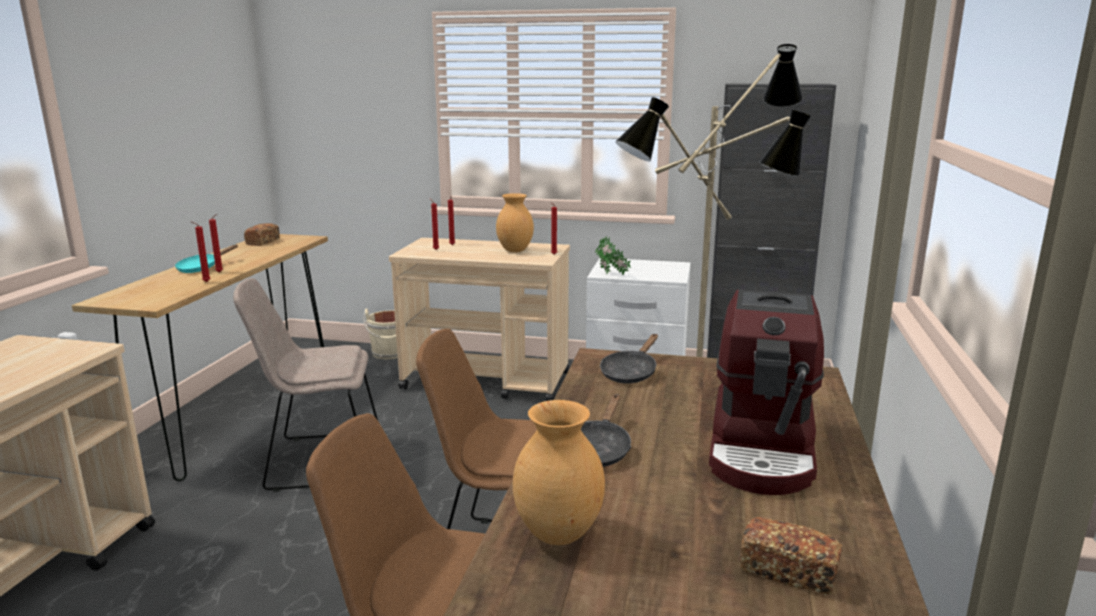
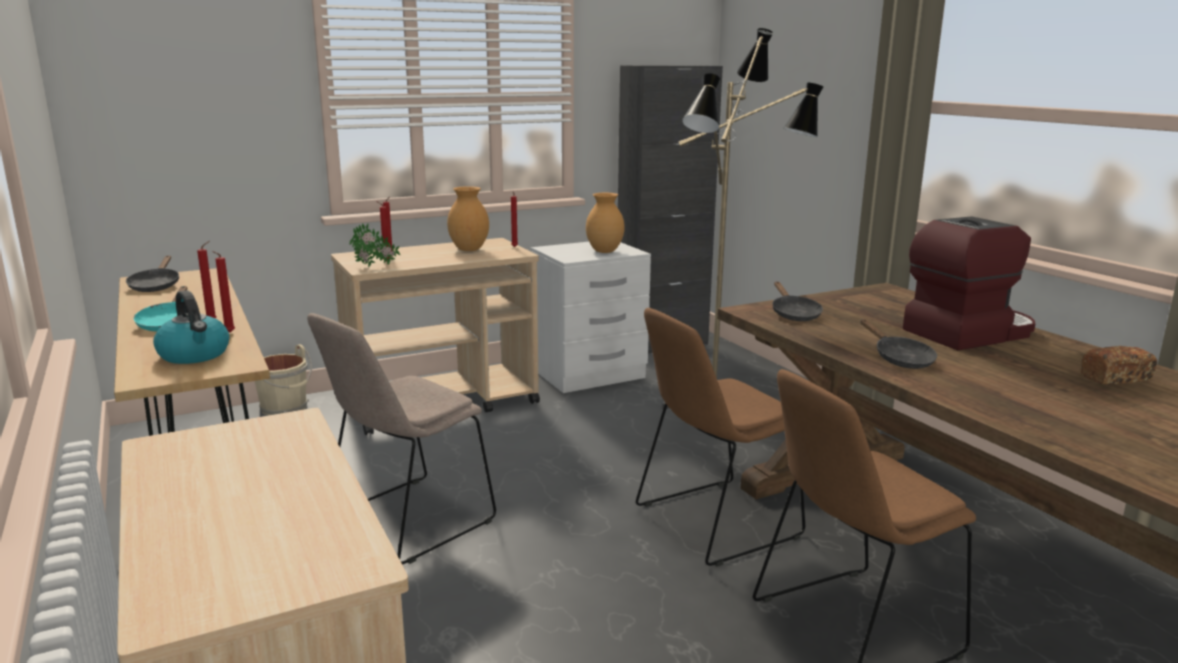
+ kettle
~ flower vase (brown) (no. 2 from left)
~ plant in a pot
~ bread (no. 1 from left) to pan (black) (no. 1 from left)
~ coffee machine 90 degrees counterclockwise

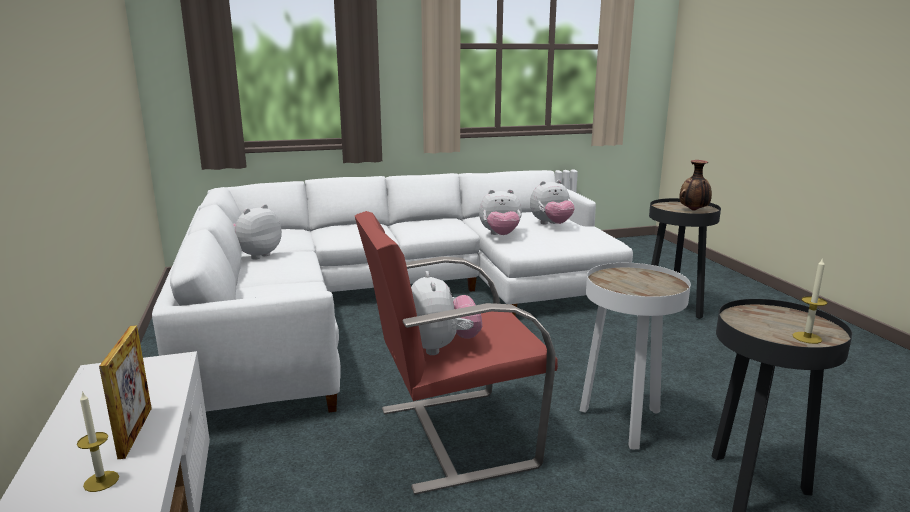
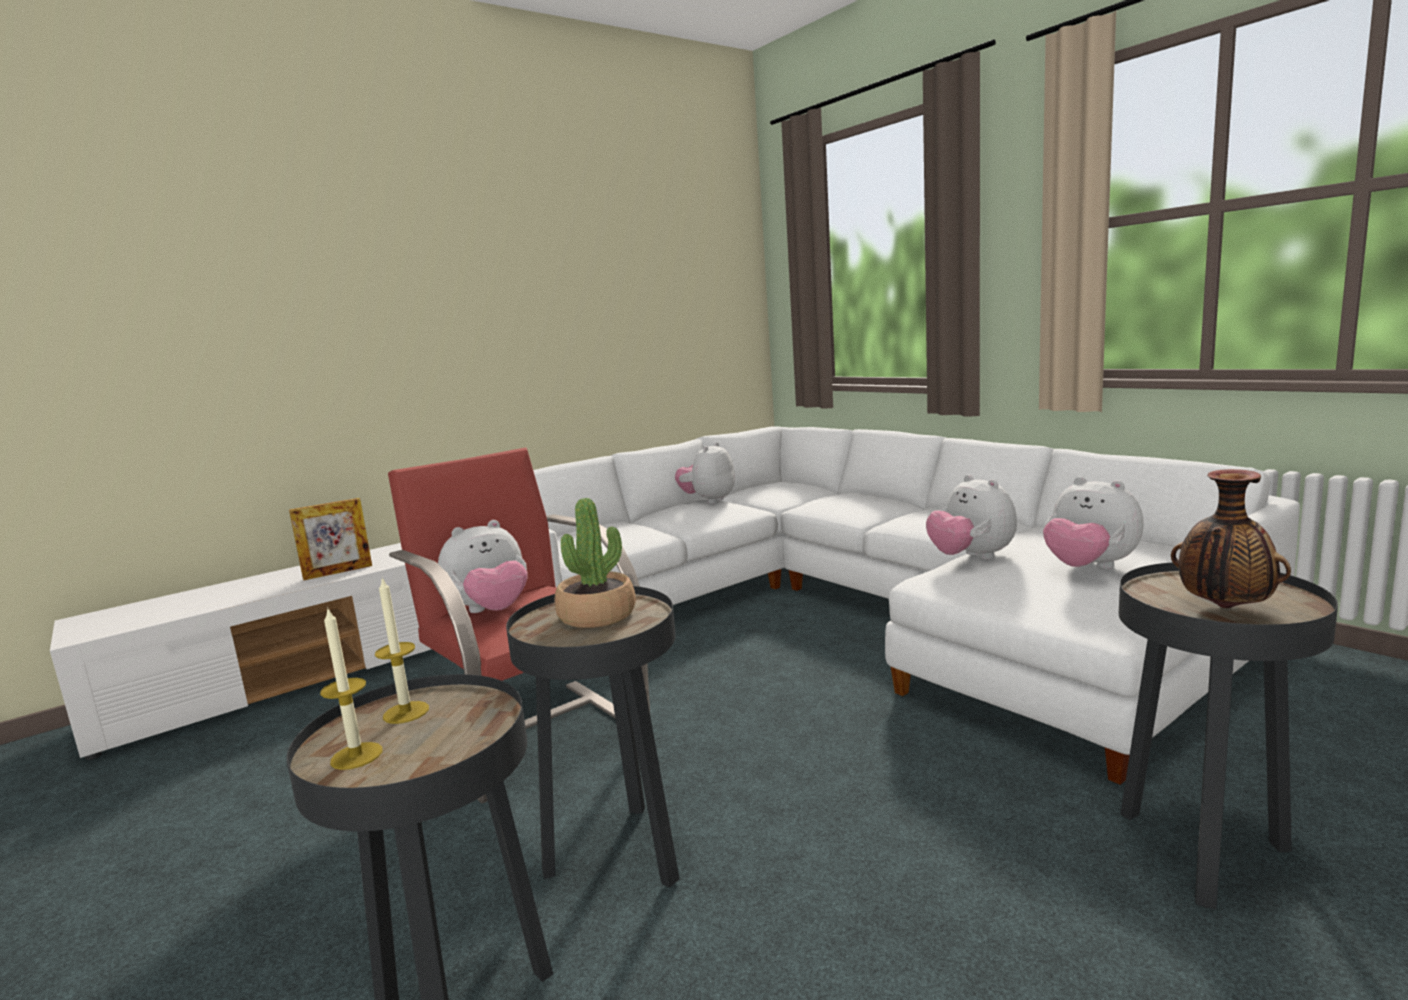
+ plant in a pot
~ wax candle (no. 1 from left in the first image) to wax candle (no. 2 from left)
~ end table (white-coloured) to end table (black) (no. 2 from left)
~ soft toy (no. 1 from left in the first image) 75 degrees counterclockwise

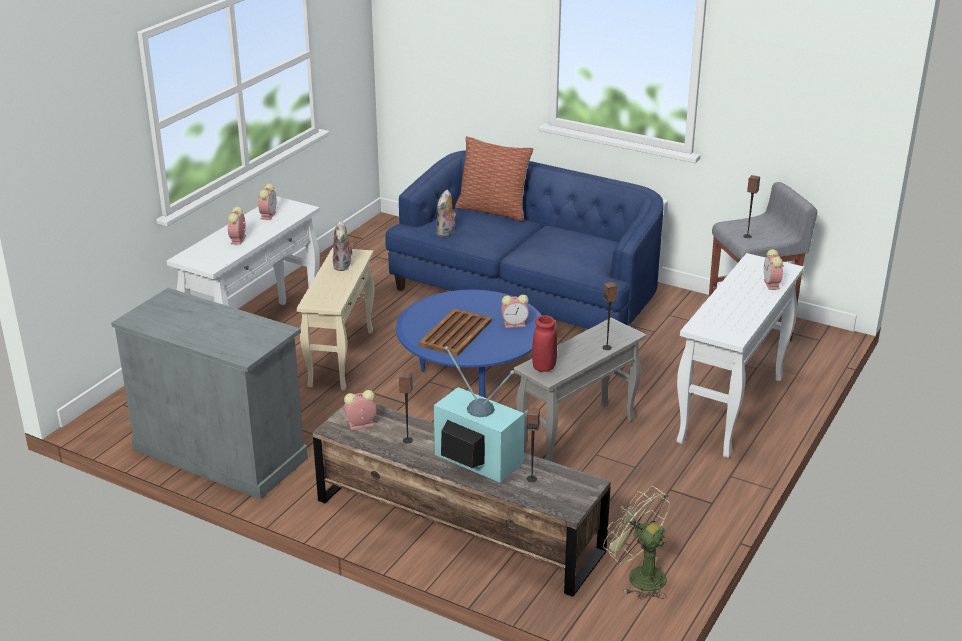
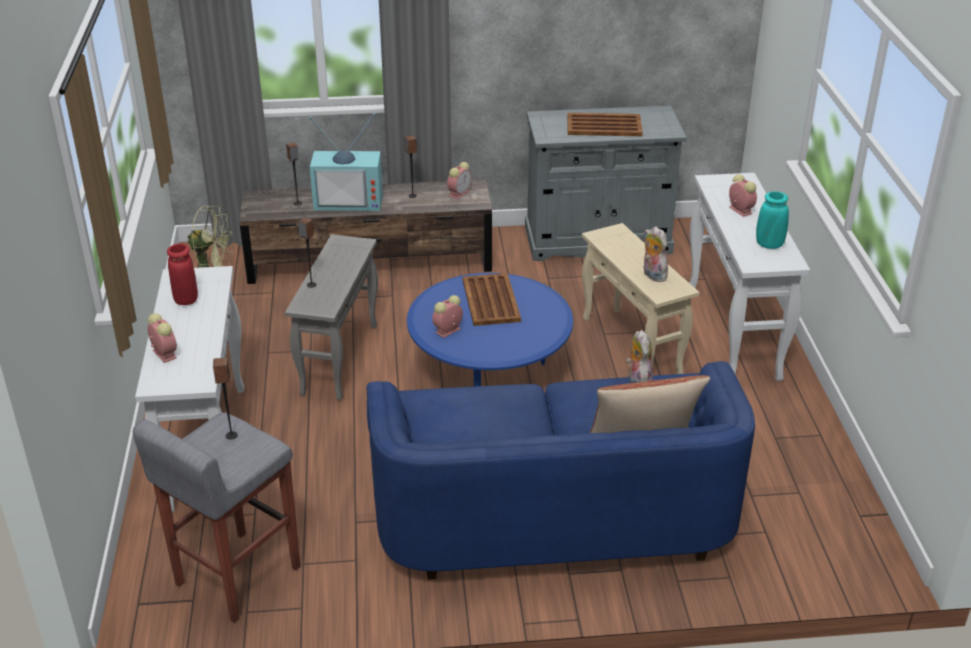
+ tray (brown) (no. 2 from left)
~ flower vase (red-coloured)
~ bedside clock (no. 2 from left) to flower vase (turquoise)

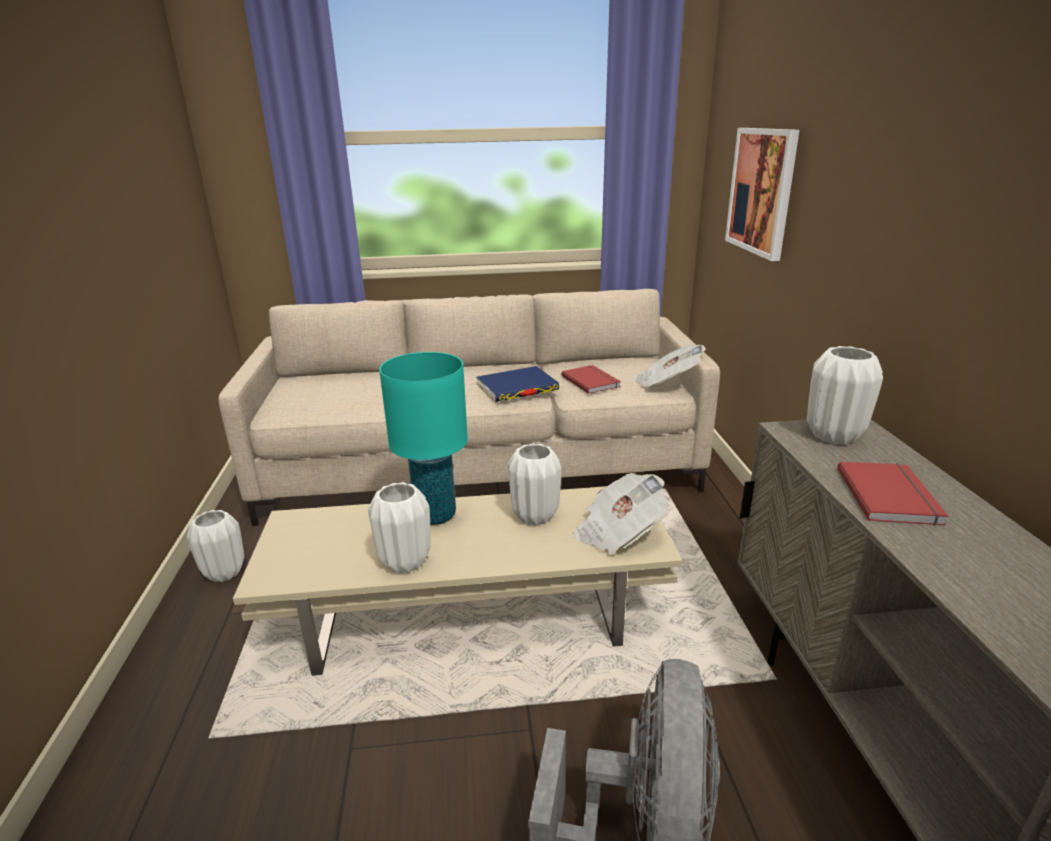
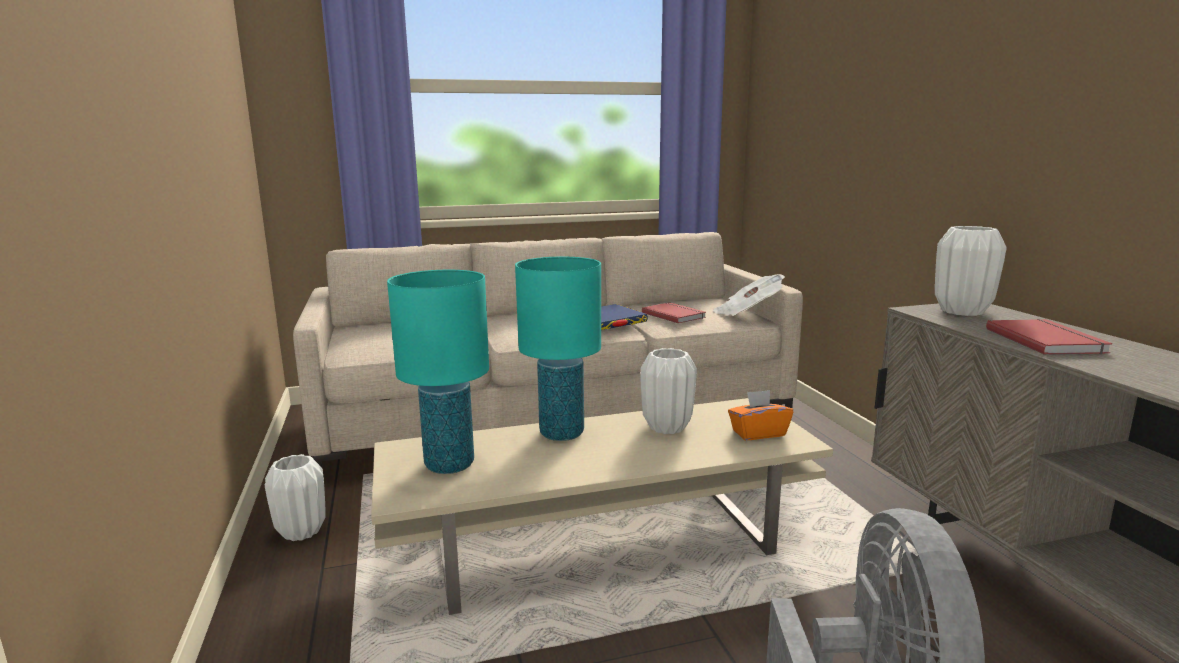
- flower vase (white-coloured) (no. 2 from left)
- picture
+ tabletop lamp (turquoise) (no. 1 from left)
~ printed paper (no. 1 from left) to tissue holder (orange-coloured)

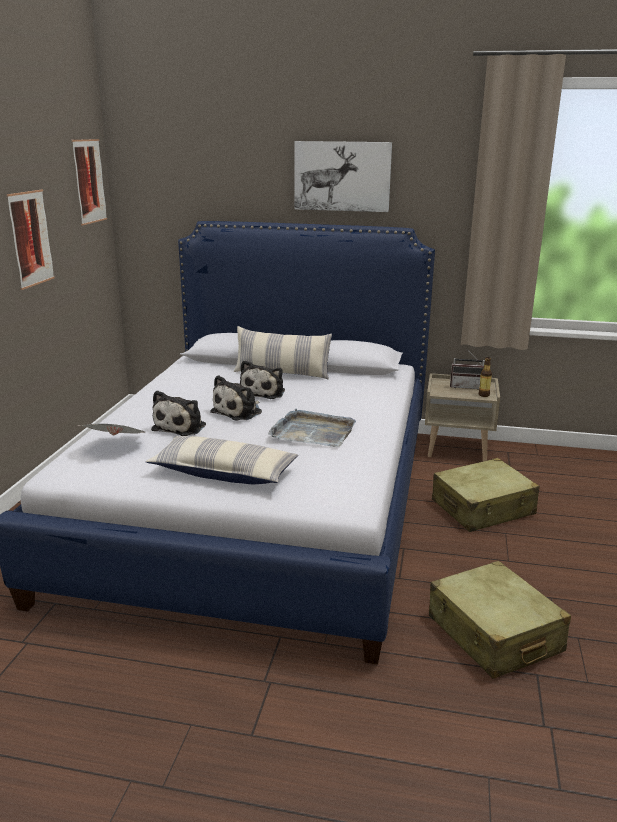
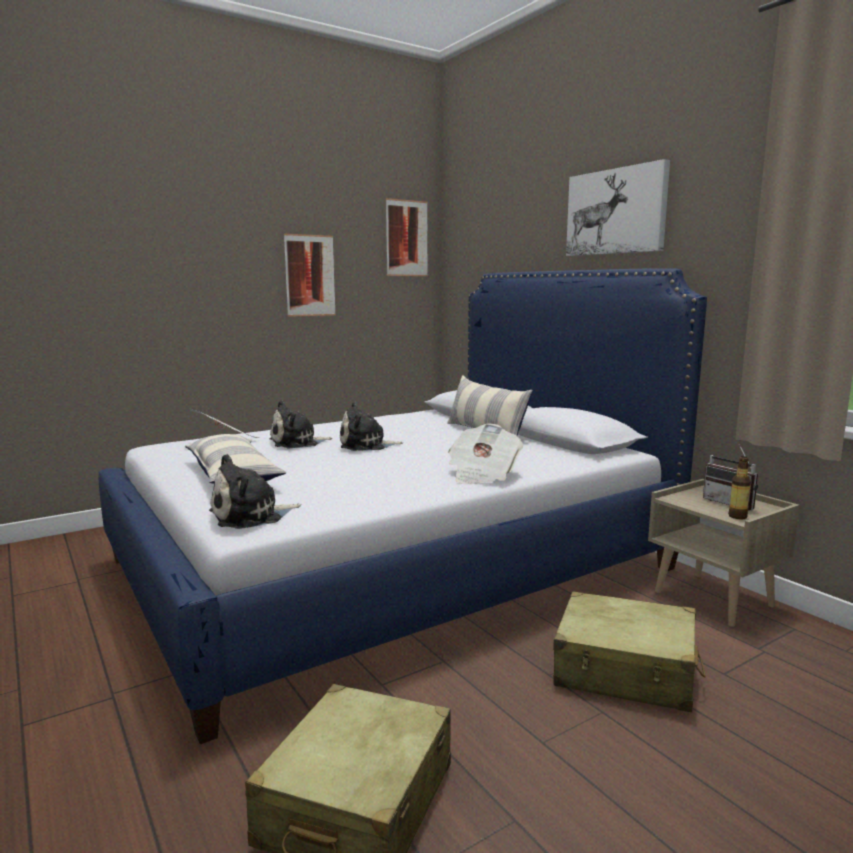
- tray (gray)
+ printed paper (no. 2 from left)
~ soft toy (no. 3 from left in the first image) to soft toy (no. 1 from left)

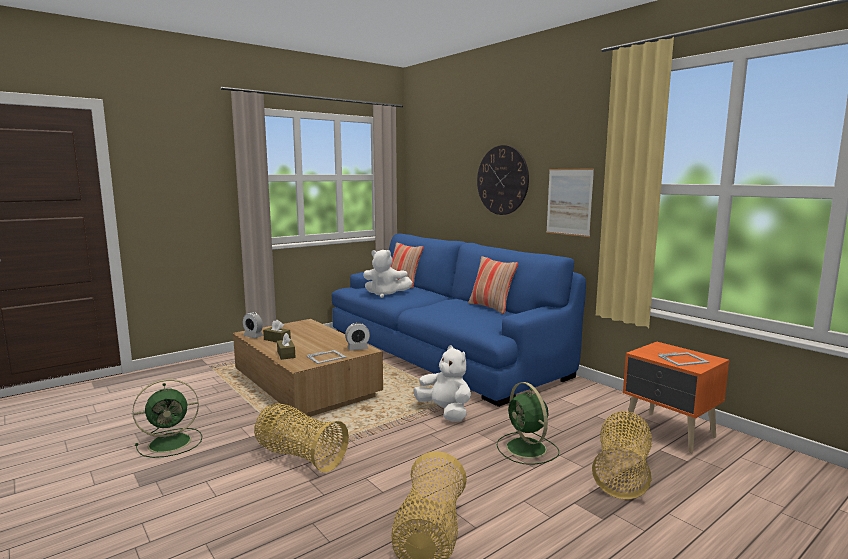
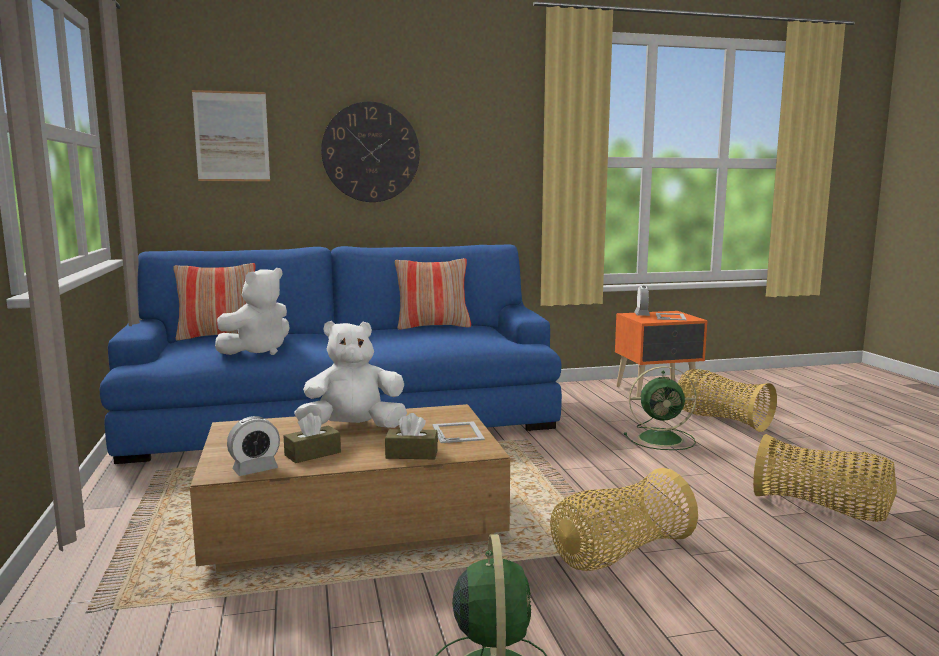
~ bedside clock (no. 2 from left)
~ soft toy (white-coloured) (no. 2 from left)
~ picture

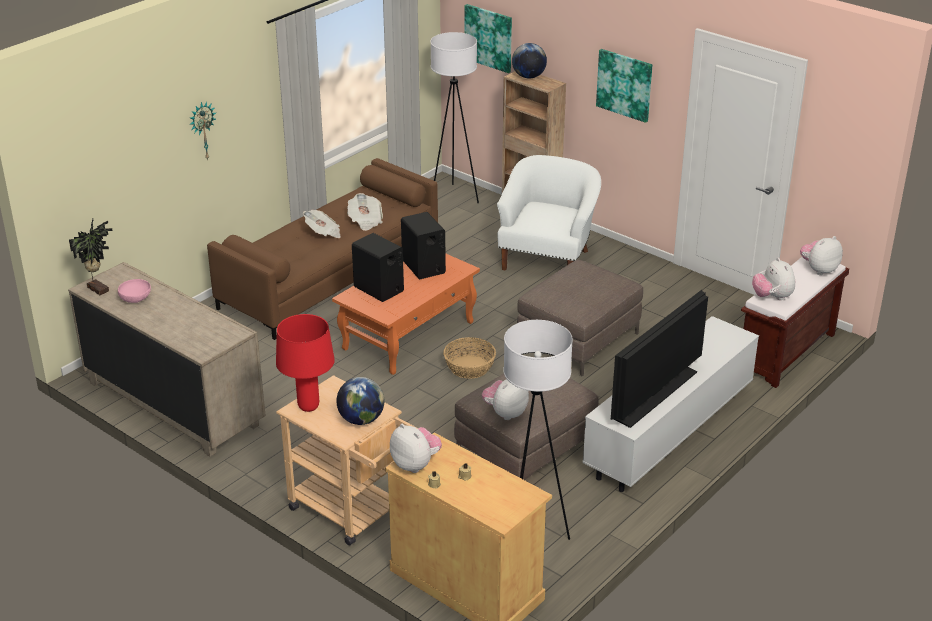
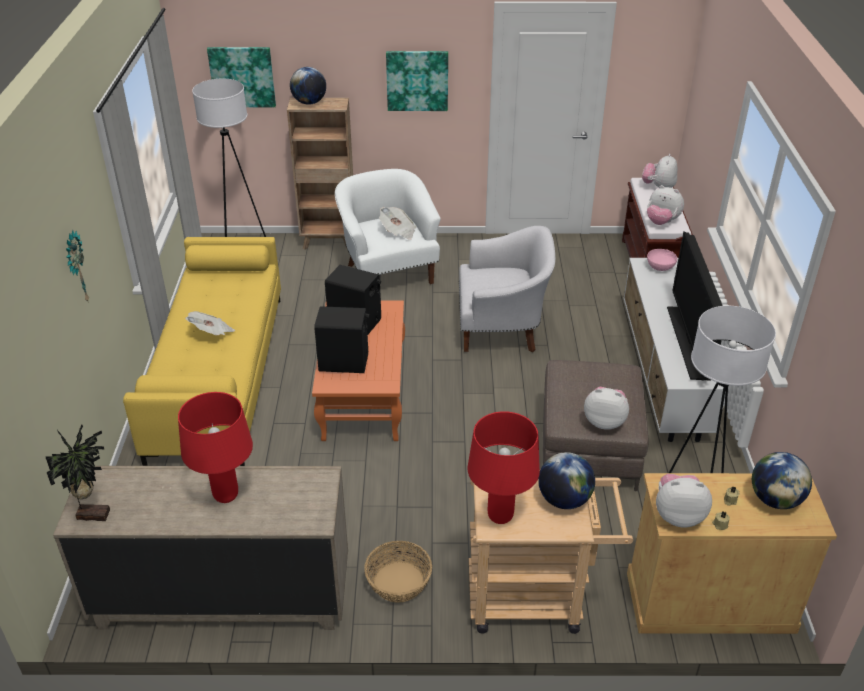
+ tabletop lamp (red-coloured) (no. 1 from left)
+ desk globe (no. 3 from left)
~ deep dish (pinkish)
~ printed paper (no. 2 from left)
~ basket
~ footrest (brown) (no. 2 from left) to easy chair (white-coloured) (no. 2 from left)
~ sofa (brown) to sofa (yellow-coloured)
~ soft toy (no. 2 from left in the first image) 105 degrees clockwise

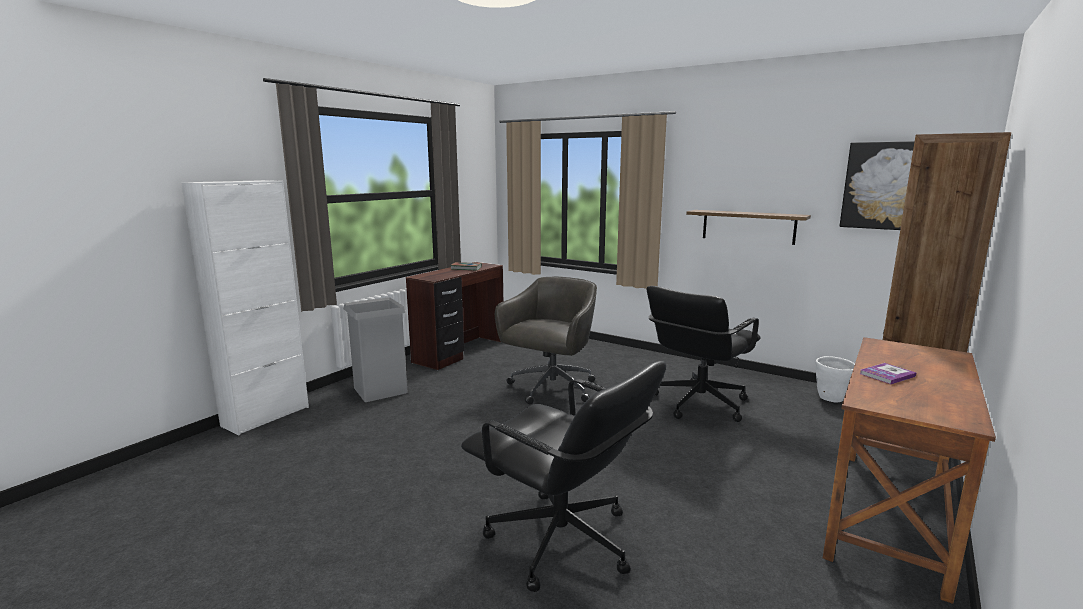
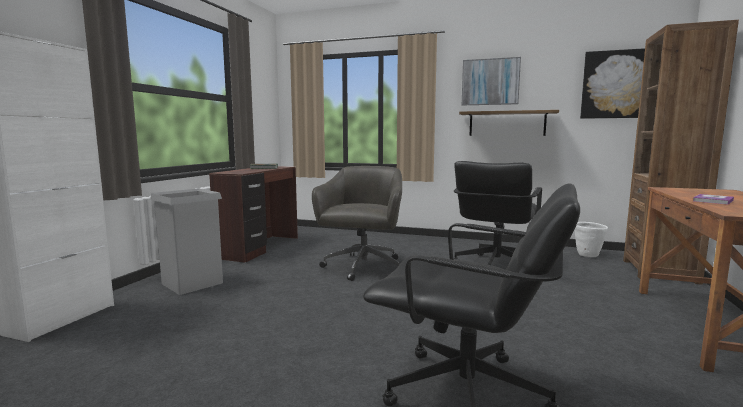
+ picture (no. 1 from left)

